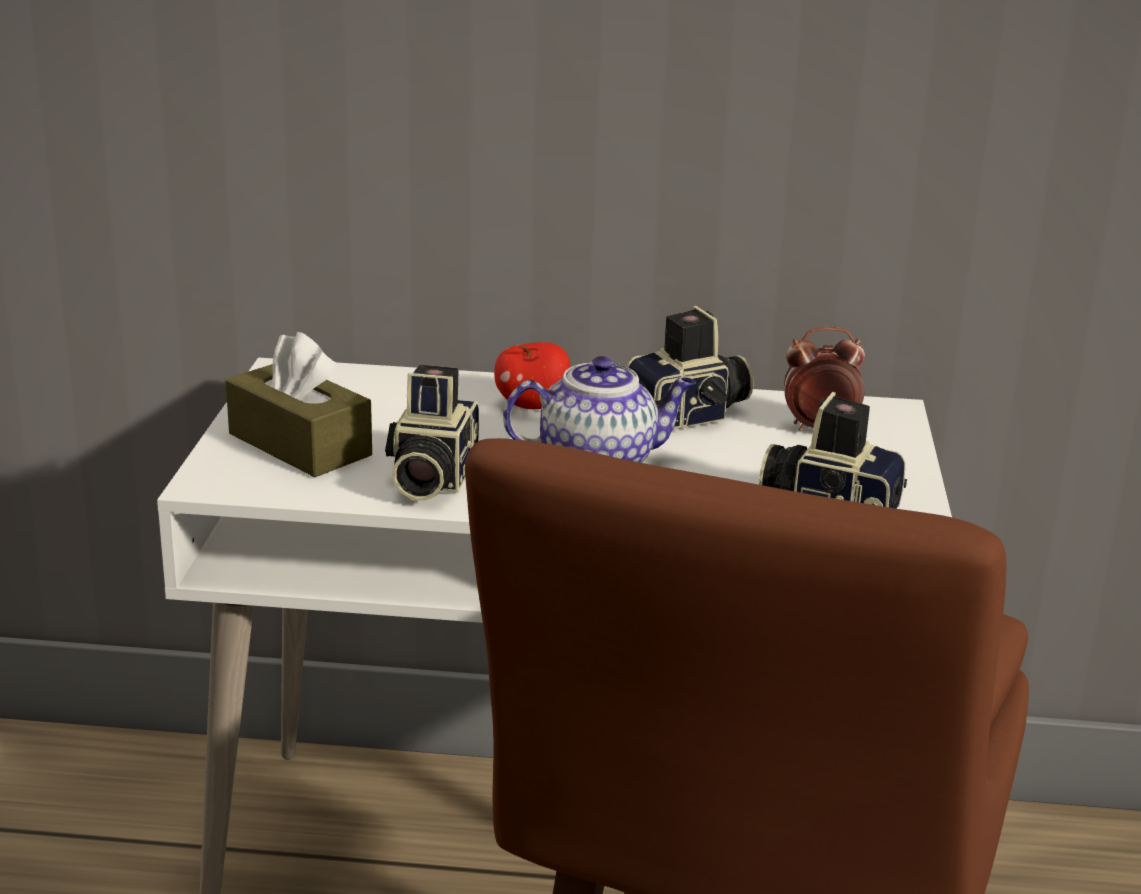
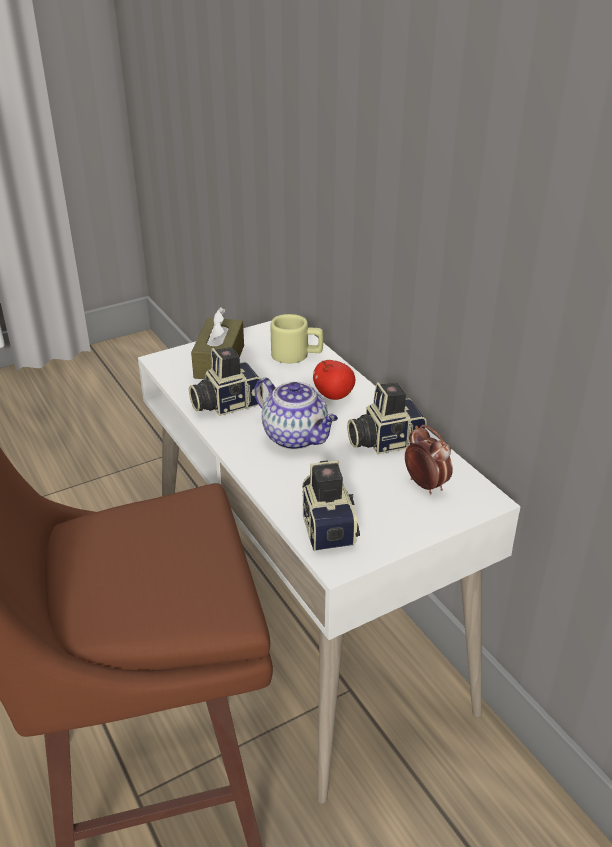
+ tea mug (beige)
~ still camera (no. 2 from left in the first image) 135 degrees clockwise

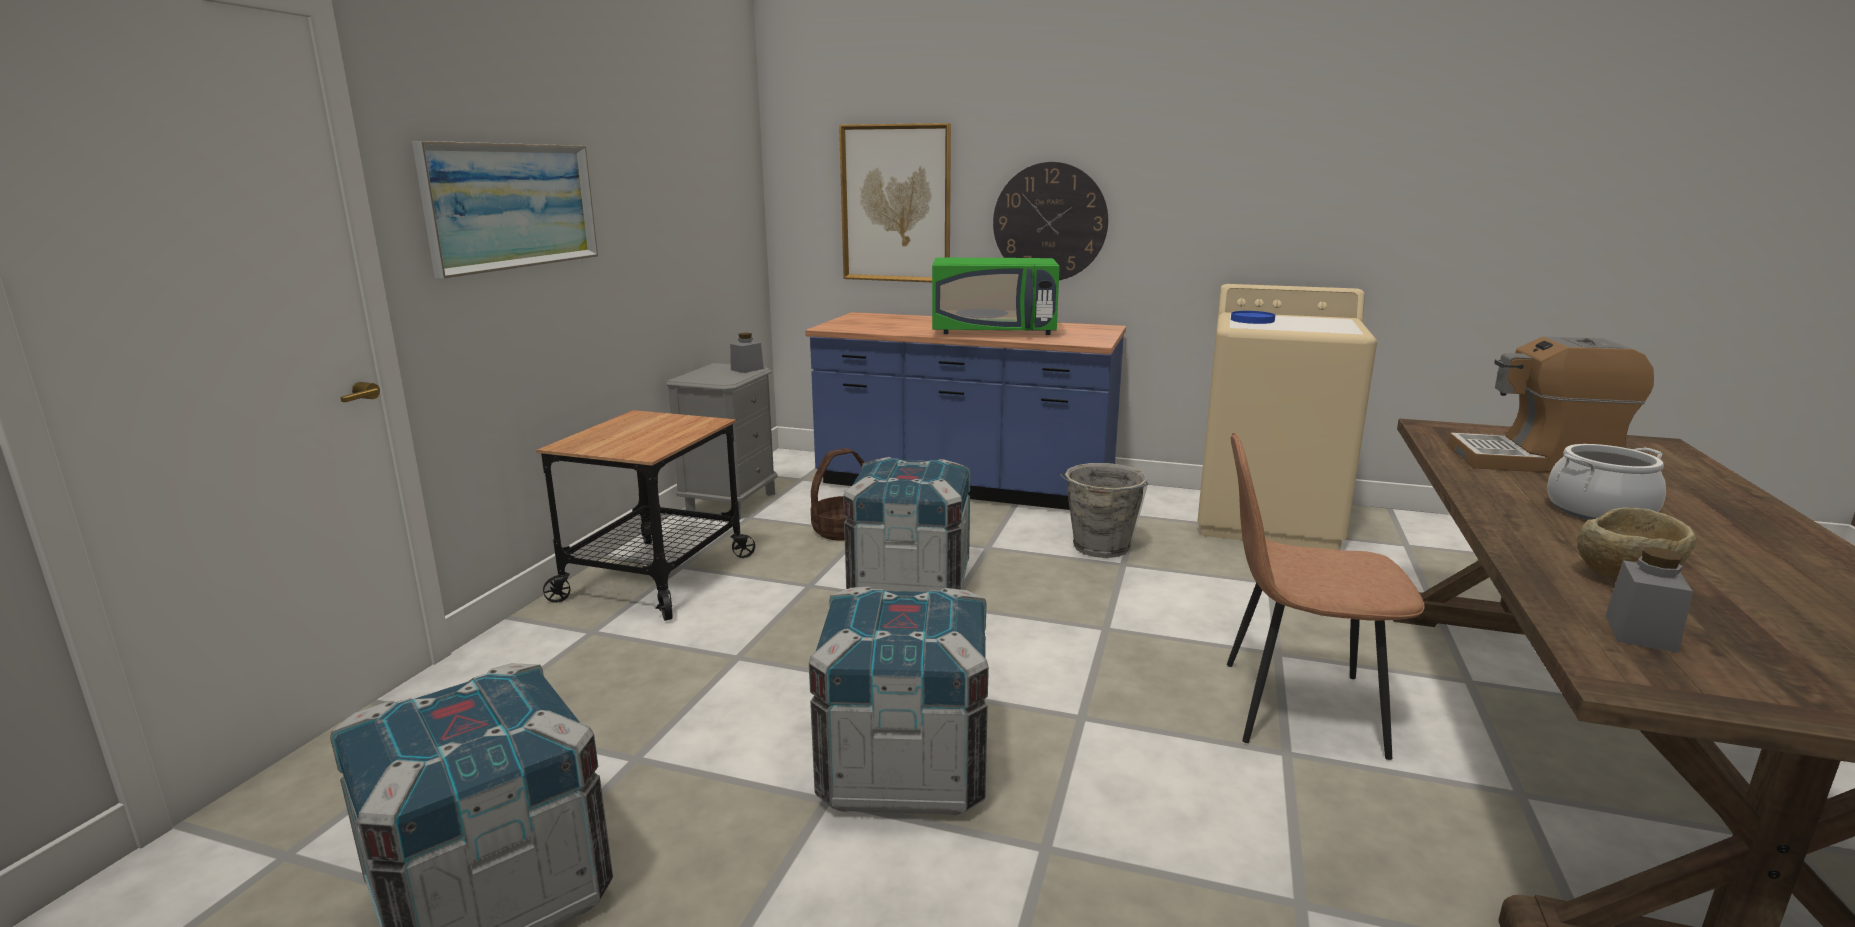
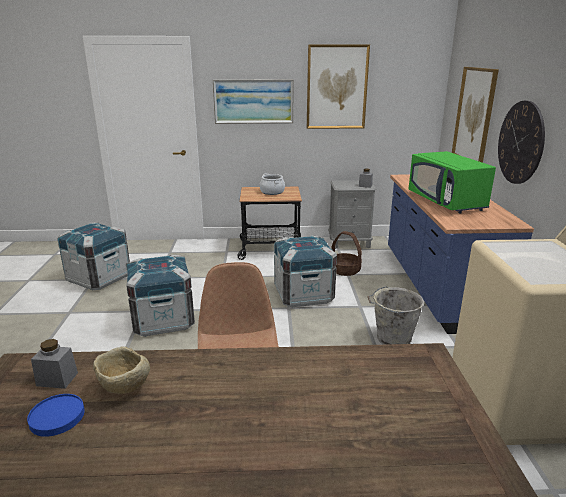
- coffee machine
+ picture (no. 2 from left)
~ dinner plate (blue-coloured)
~ cooking pot

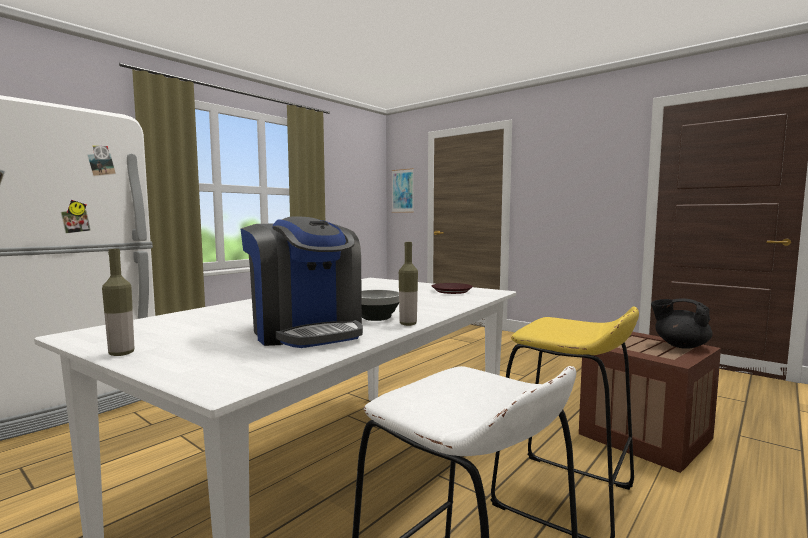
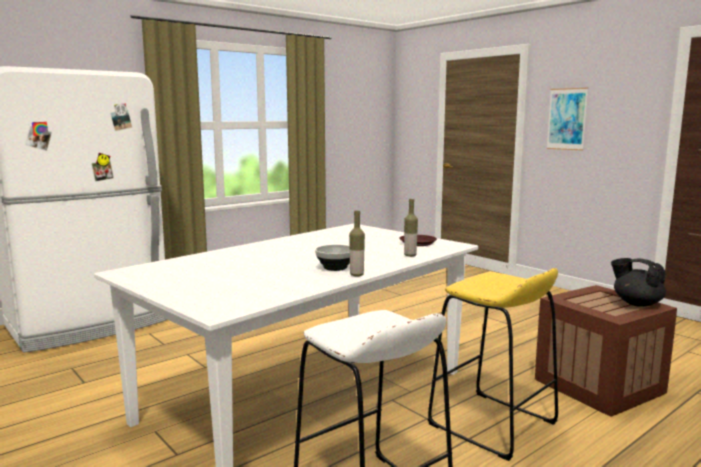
- coffee machine
~ bottle (no. 1 from left in the first image) to bottle (no. 2 from left)
~ picture

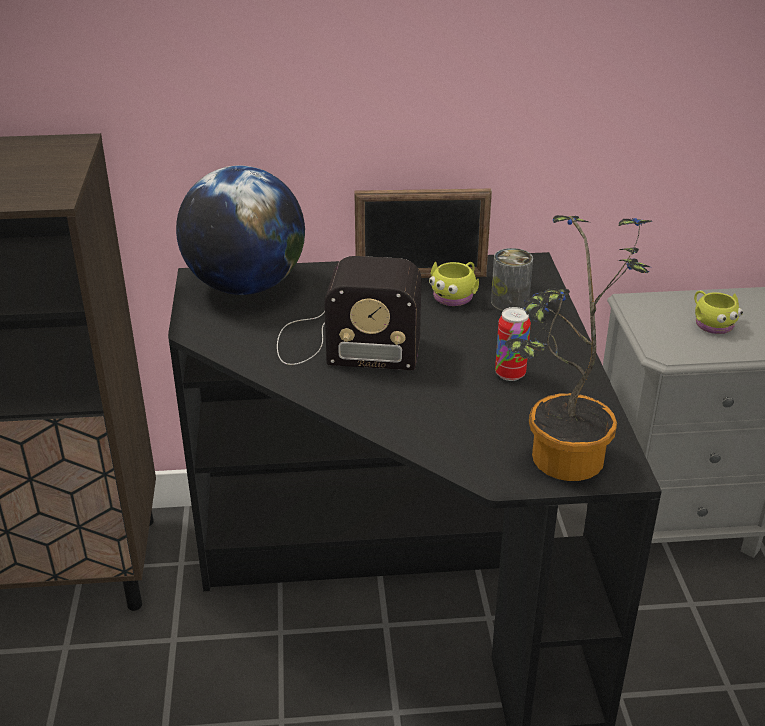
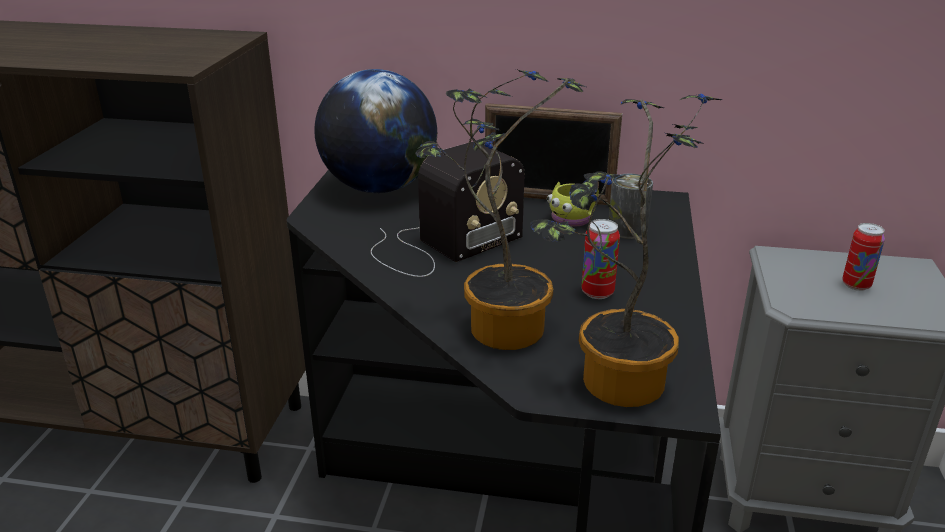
+ plant in a pot (no. 1 from left)
~ tea mug (yellow-coloured) (no. 2 from left) to sealed can (no. 3 from left)
~ radio set 60 degrees counterclockwise

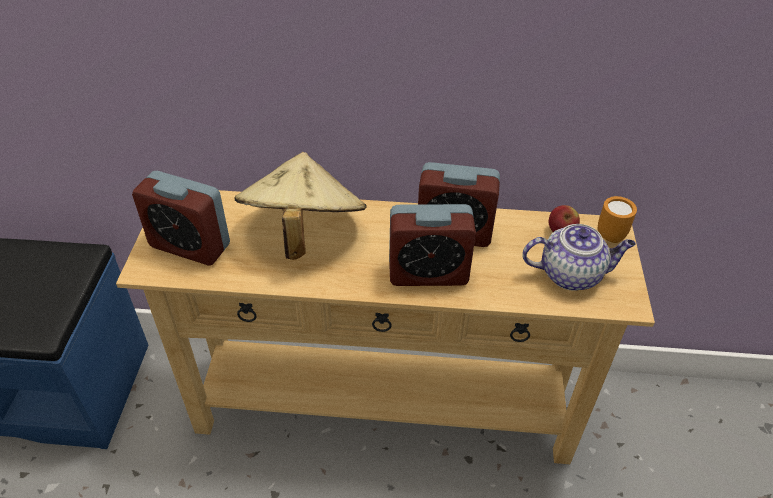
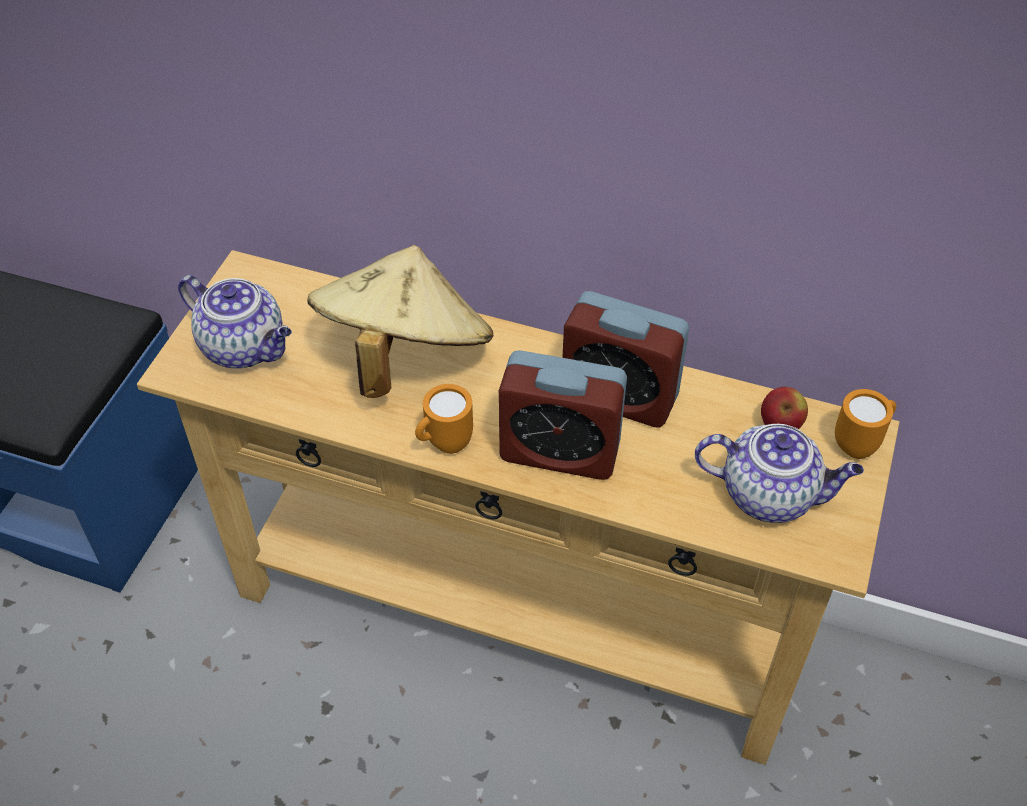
+ tea mug (orange-coloured) (no. 1 from left)
~ bedside clock (no. 1 from left) to tea pot (no. 1 from left)

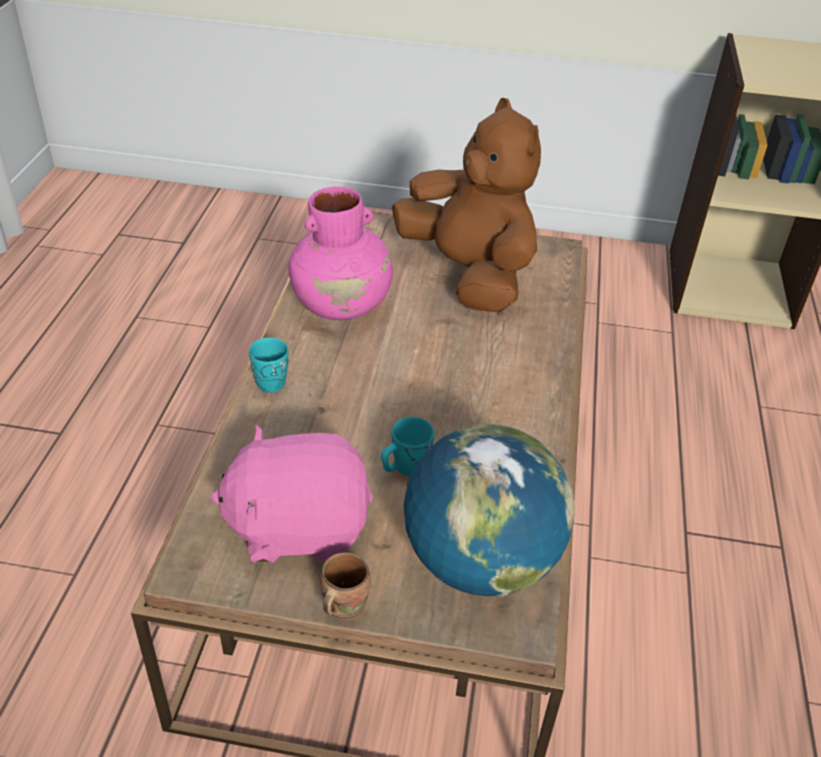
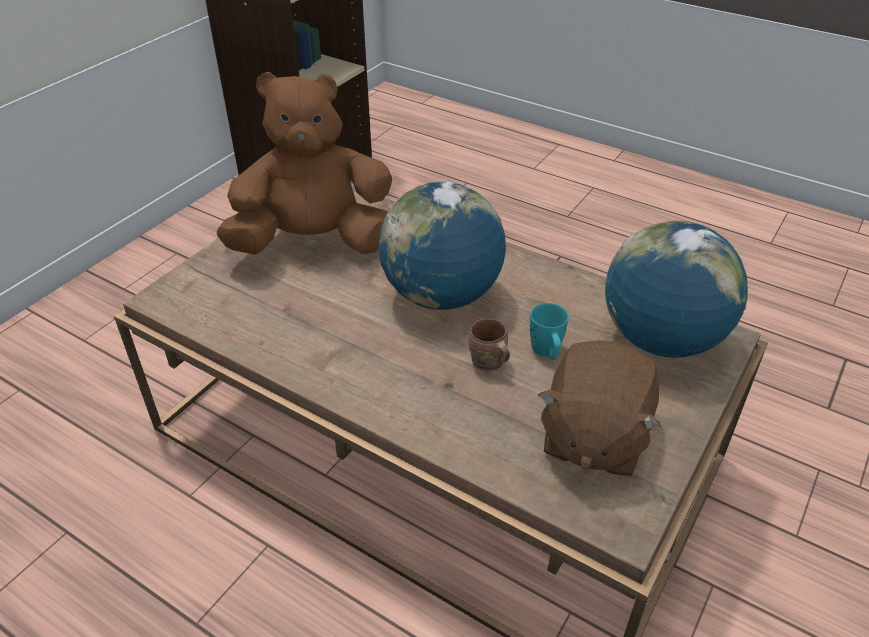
- tea mug (turquoise) (no. 1 from left)
- flower vase (pinkish)
+ desk globe (no. 1 from left)
~ tea mug (brown)
~ soft toy (pinkish) to soft toy (brown) (no. 2 from left)

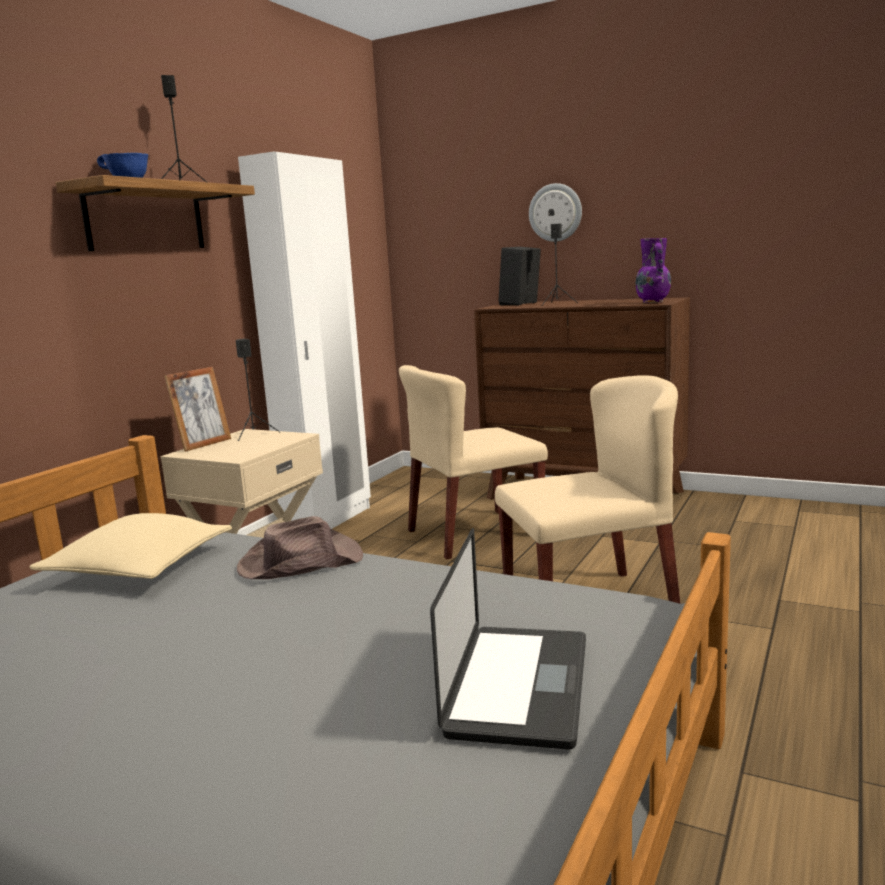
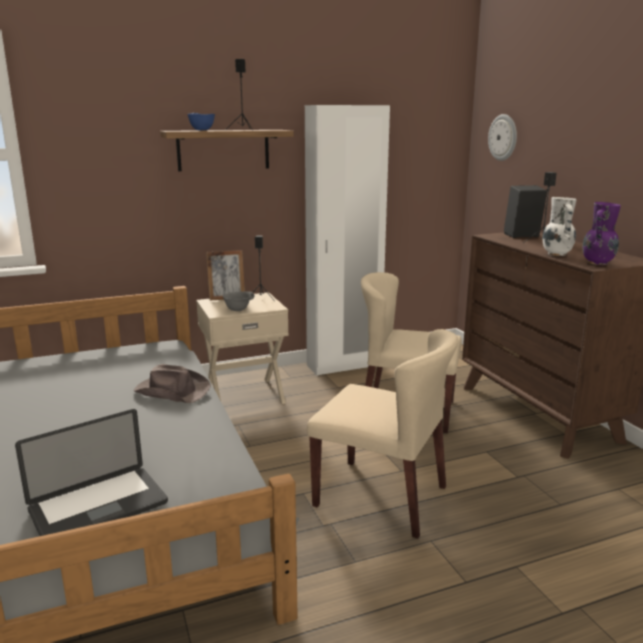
- throw pillow (beige)
+ deep dish (gray)
+ flower vase (white-coloured)
~ wall clock

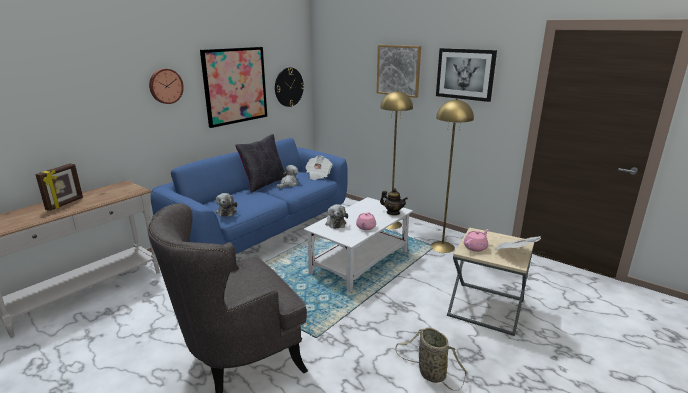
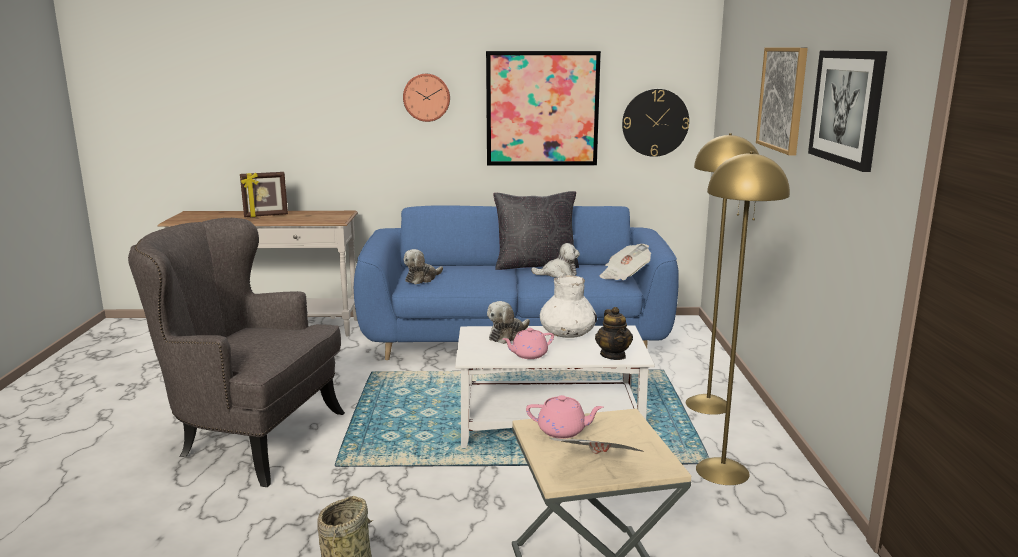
+ flower vase (white-coloured)

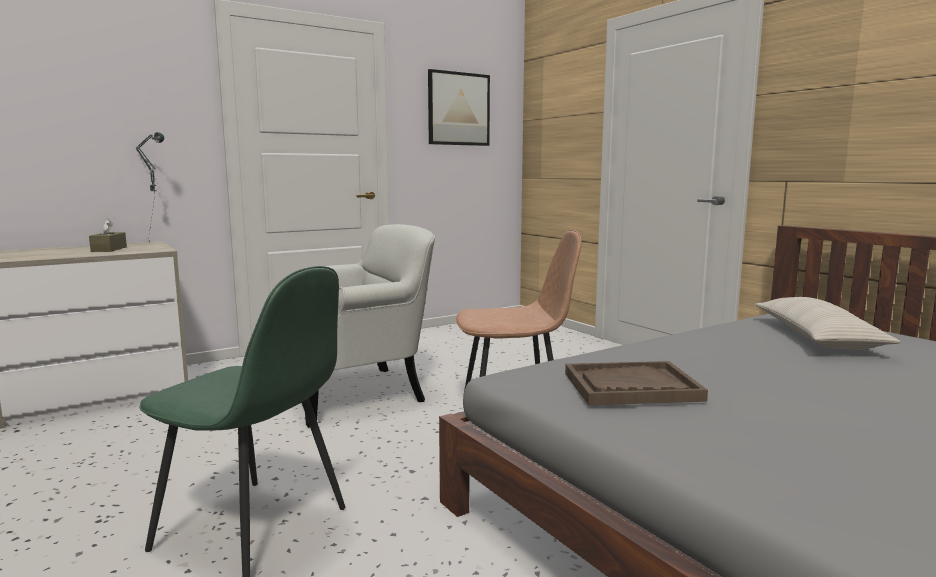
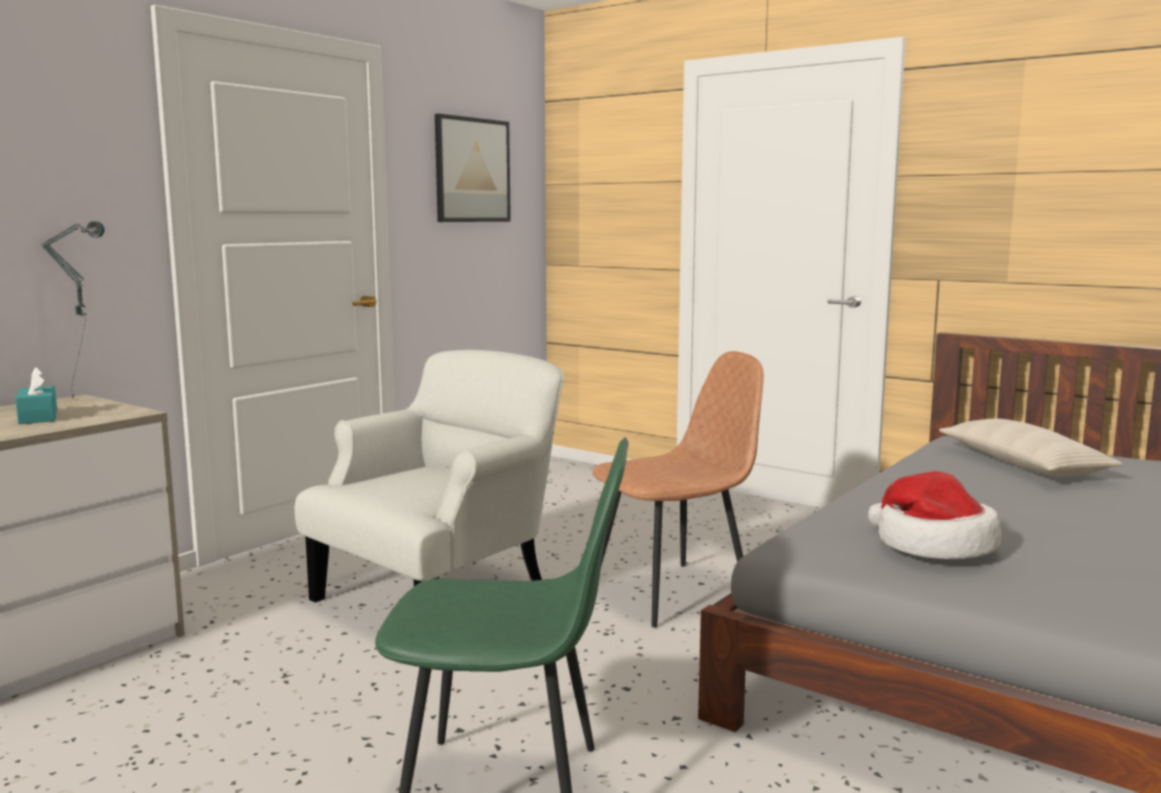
~ tray (brown) to hat
~ tissue holder (brown) to tissue holder (turquoise)

